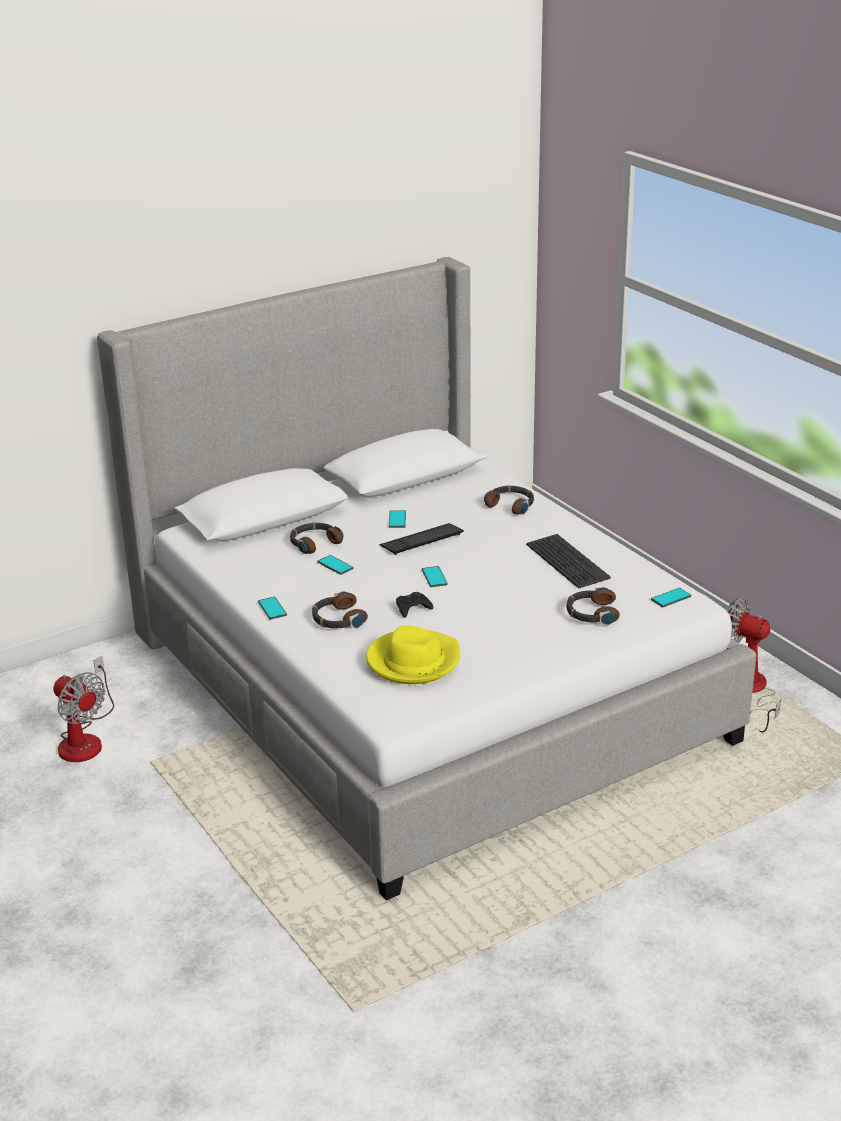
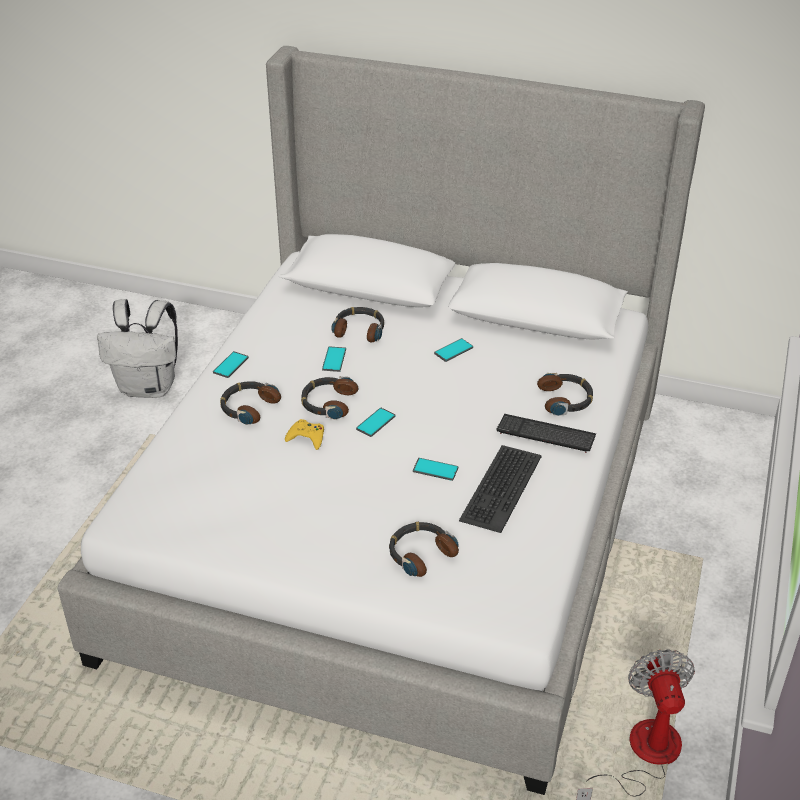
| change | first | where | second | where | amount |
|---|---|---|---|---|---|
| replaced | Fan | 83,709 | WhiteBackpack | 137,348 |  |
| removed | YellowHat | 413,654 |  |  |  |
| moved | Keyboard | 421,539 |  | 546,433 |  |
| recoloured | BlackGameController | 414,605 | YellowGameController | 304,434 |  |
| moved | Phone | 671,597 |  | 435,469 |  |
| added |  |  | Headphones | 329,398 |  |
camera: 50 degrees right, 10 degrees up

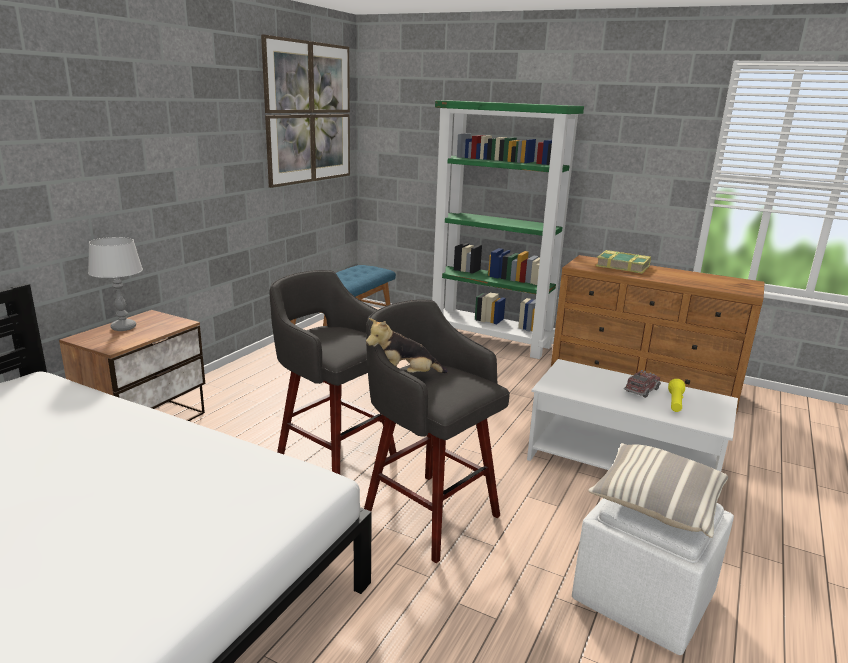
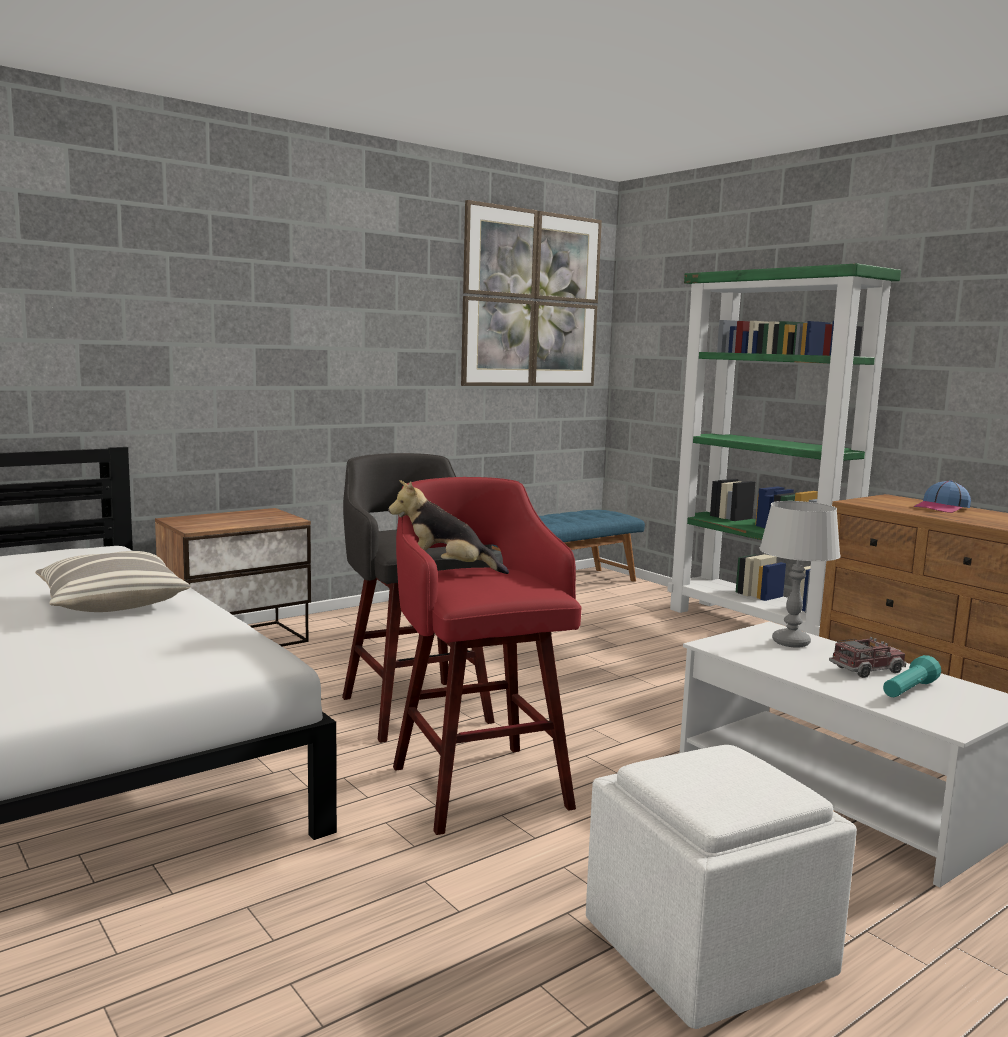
| change | first | where | second | where | amount |
|---|---|---|---|---|---|
| moved | GreyTableLamp | 115,284 |  | 800,574 |  |
| recoloured | GreyStool | 437,431 | RedStool | 487,656 |  |
| moved | Pillow | 658,490 |  | 113,581 |  |
| replaced | Book | 623,262 | Cap | 942,496 |  |
| recoloured | YellowFlashlight | 676,395 | TurquoiseFlashlight | 912,676 |  |
camera: 25 degrees right, 10 degrees down

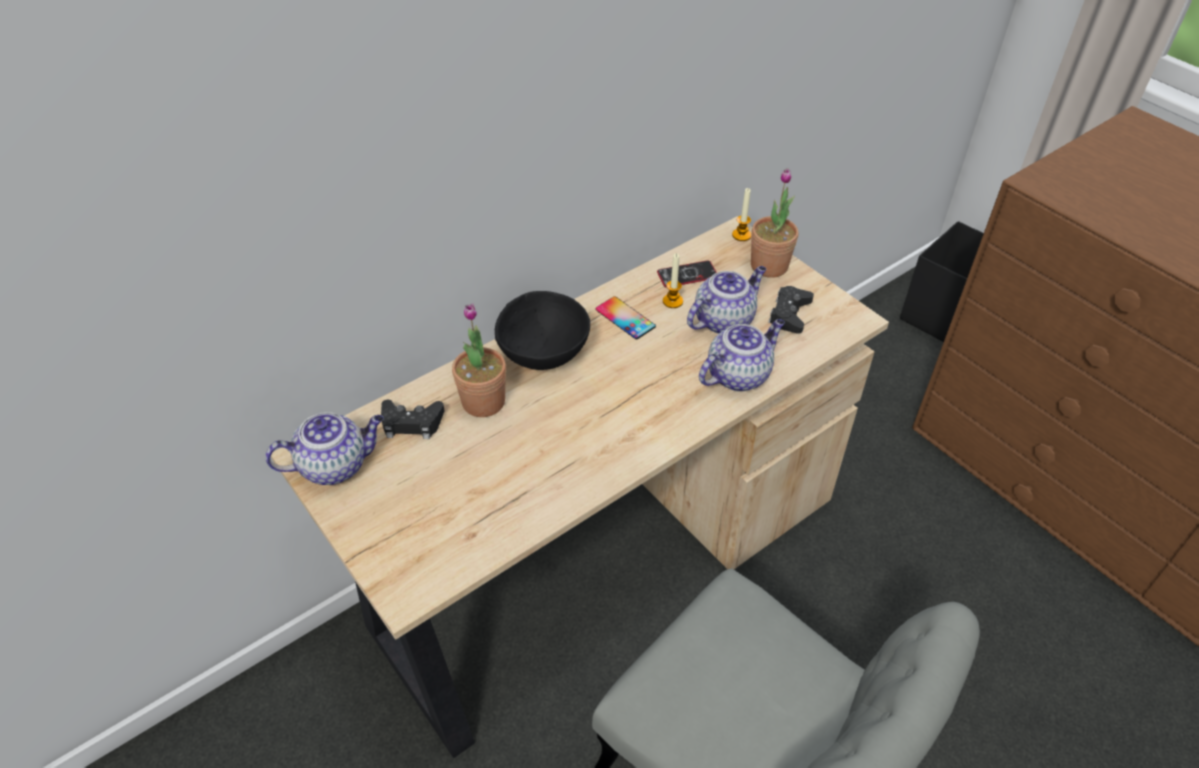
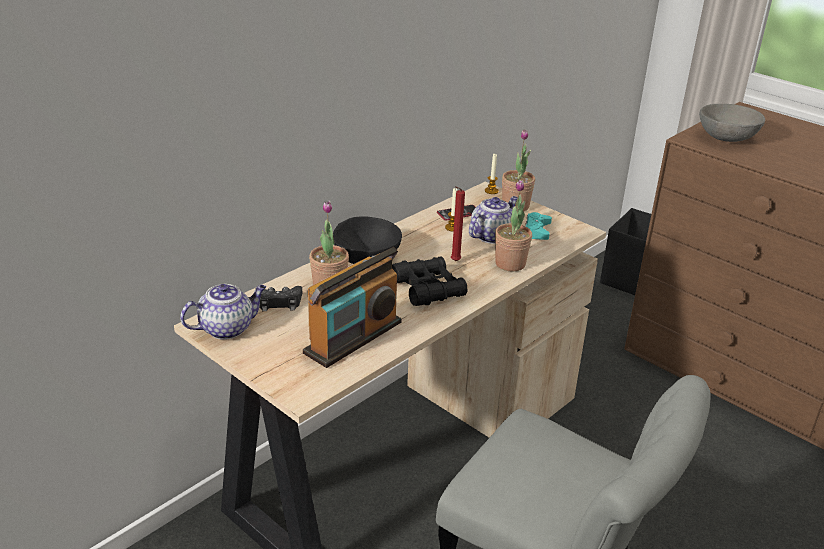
| change | first | where | second | where | amount |
|---|---|---|---|---|---|
| removed | Phone | 626,317 |  |  |  |
| replaced | Teapot | 742,355 | PottedPlant | 513,226 |  |
| recoloured | BlackGameController | 791,310 | TurquoiseGameController | 538,226 |  |
| added |  |  | Radio | 352,307 |  |
| added |  |  | BlackBinoculars | 430,281 |  |
| added |  |  | RedCandle | 458,223 |  |
| added |  |  | GreyBowl | 732,123 |  |
camera: 10 degrees left, 15 degrees down

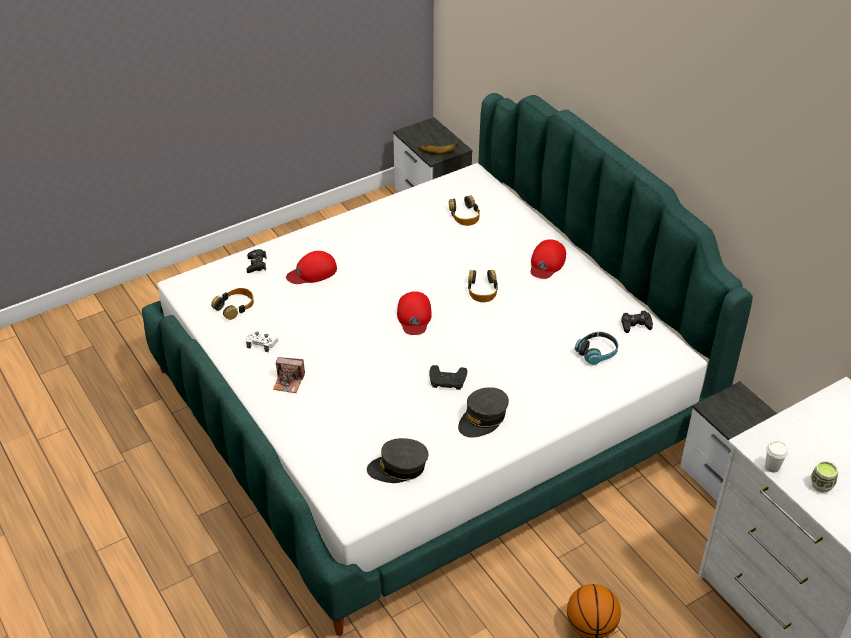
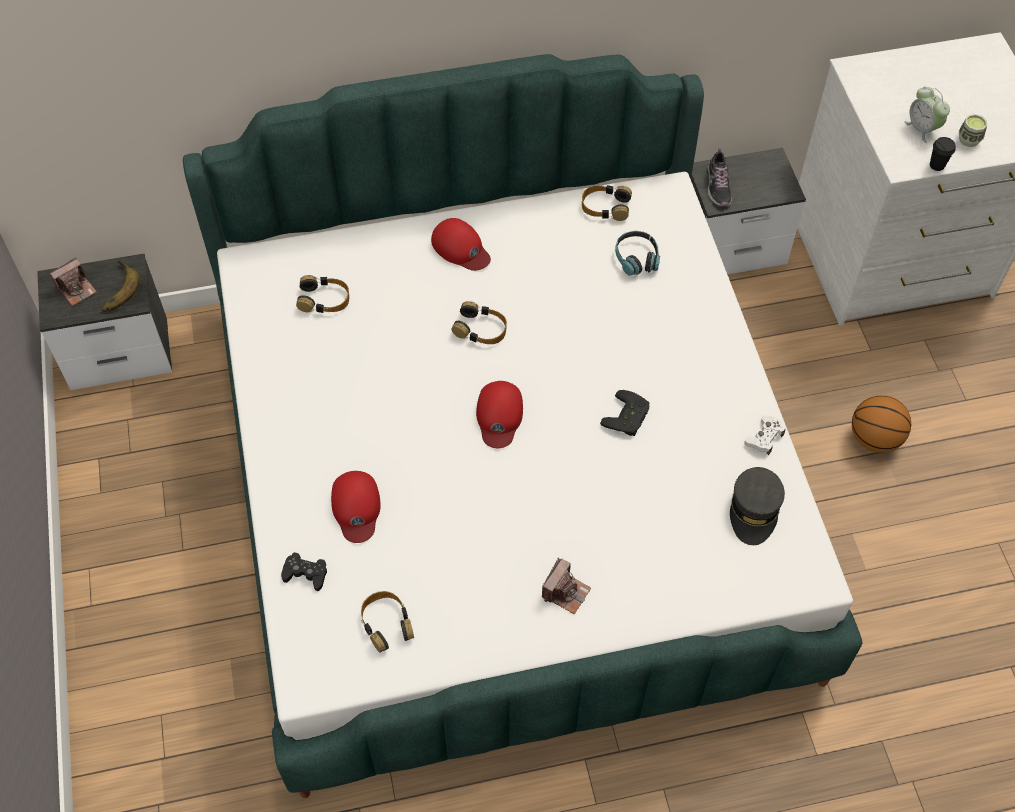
| change | first | where | second | where | amount |
|---|---|---|---|---|---|
| moved | WhiteGameController | 262,341 |  | 765,435 |  |
| turned | RedCap | 414,313 |  | 499,414 | 75 degrees clockwise |
| removed | GreyCap | 483,412 |  |  |  |
| replaced | BlackGameController | 637,321 | Headphones | 607,203 |  |
| recoloured | WhiteCup | 776,457 | BlackCup | 943,154 |  |
| added |  |  | PhotoCamera | 73,282 |  |
| added |  |  | Shoe | 719,177 |  |
| added |  |  | AlarmClock | 927,114 |  |
camera: 70 degrees left, 15 degrees up

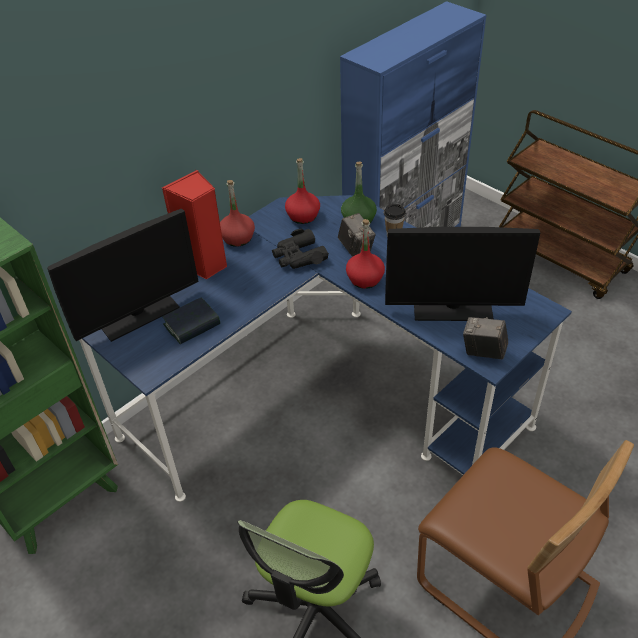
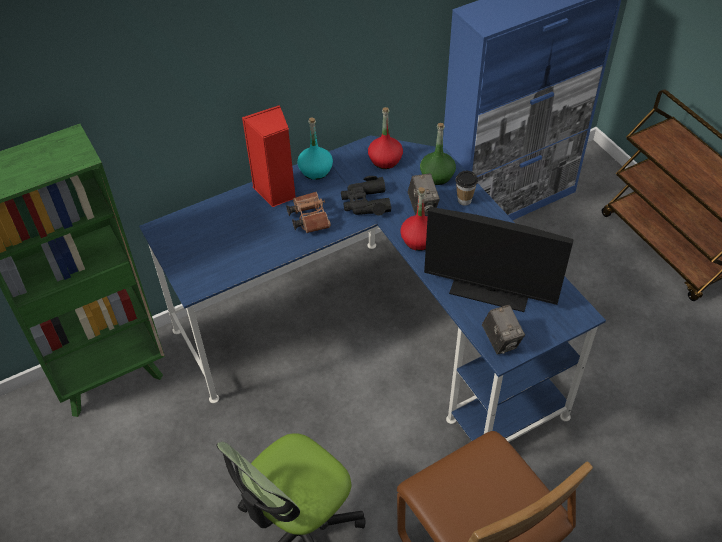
| change | first | where | second | where | amount |
|---|---|---|---|---|---|
| removed | Monitor | 123,275 |  |  |  |
| removed | Book | 191,320 |  |  |  |
| recoloured | RedBottle | 237,213 | TurquoiseBottle | 315,148 |  |
| turned | PhotoCamera | 485,338 |  | 503,330 | 150 degrees counterclockwise |
| added |  |  | BrownBinoculars | 308,212 |  |
camera: 15 degrees right, 5 degrees up

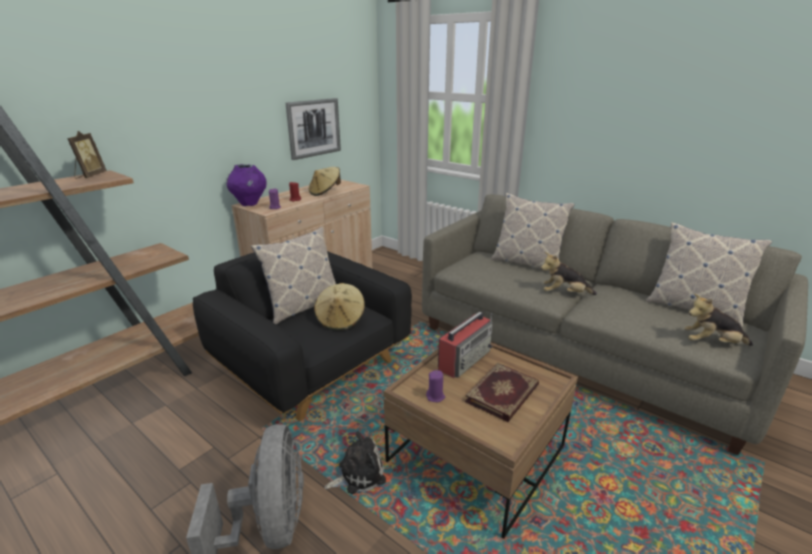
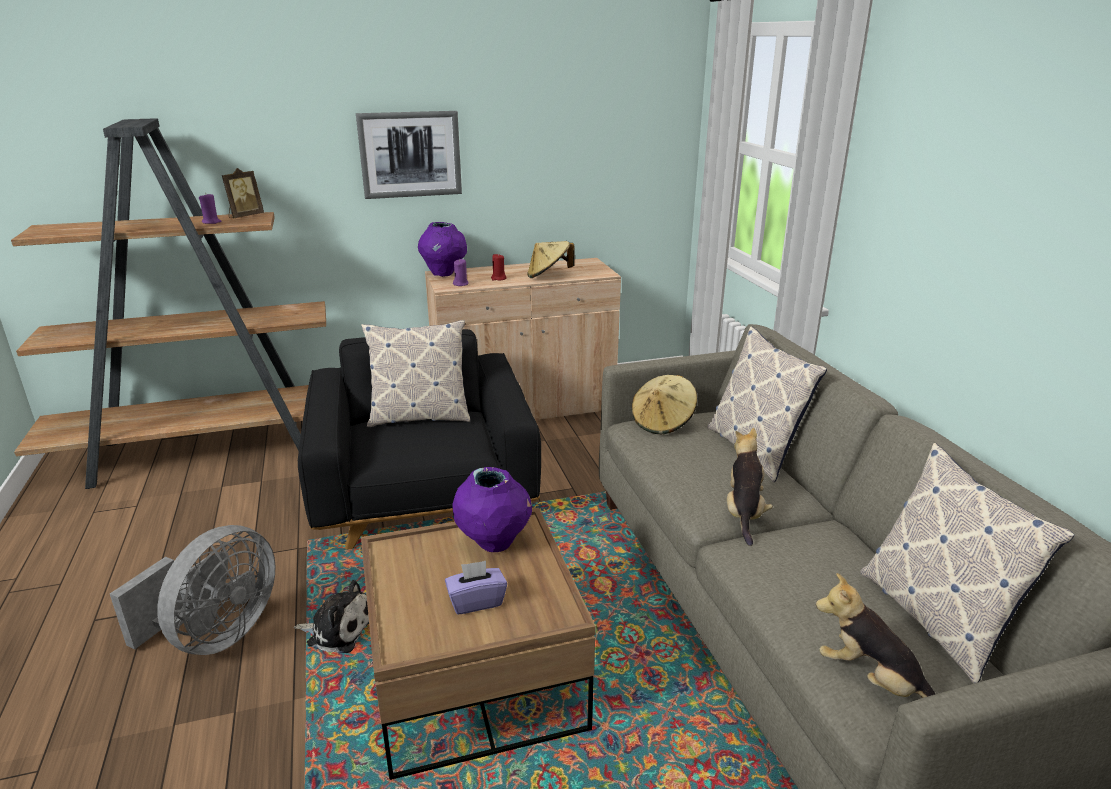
| change | first | where | second | where | amount |
|---|---|---|---|---|---|
| moved | Picture | 313,129 |  | 409,155 |  |
| moved | BeigeHat | 339,307 |  | 664,404 |  |
| moved | PurpleCandle | 435,386 |  | 210,208 |  |
| replaced | Radio | 465,345 | PurpleVase | 492,509 |  |
| replaced | Book | 502,392 | PurpleTissueBox | 476,587 |  |
| turned | PlushToy | 569,273 |  | 750,487 | 60 degrees clockwise |
camera: 35 degrees right, 0 degrees up

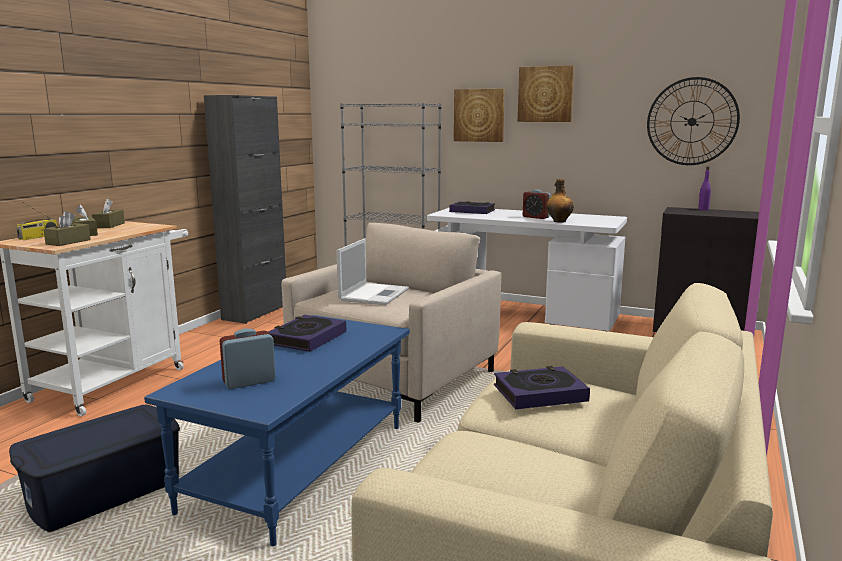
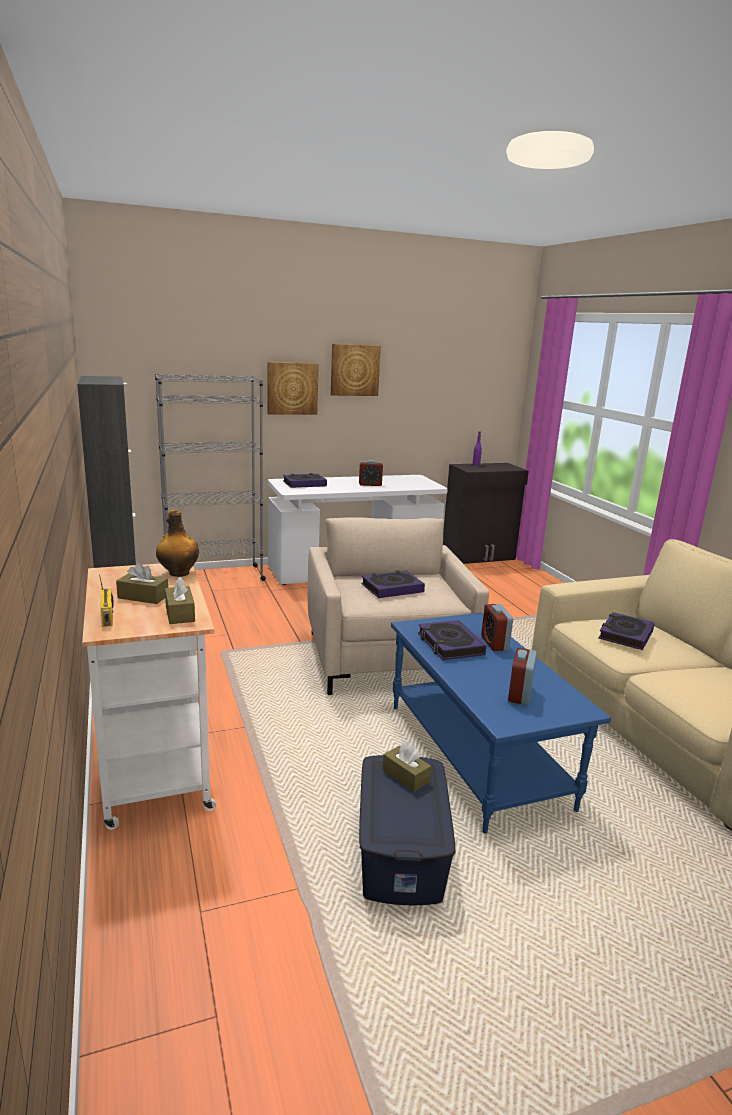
| change | first | where | second | where | amount |
|---|---|---|---|---|---|
| moved | BrownTissueBox | 108,213 |  | 406,767 |  |
| replaced | Laptop | 373,271 | Book | 393,584 |  |
| moved | Bottle | 560,201 |  | 177,543 |  |
| removed | WallClock | 693,121 |  |  |  |
| added |  |  | AlarmClock | 497,627 |  |
camera: 45 degrees left, 5 degrees up

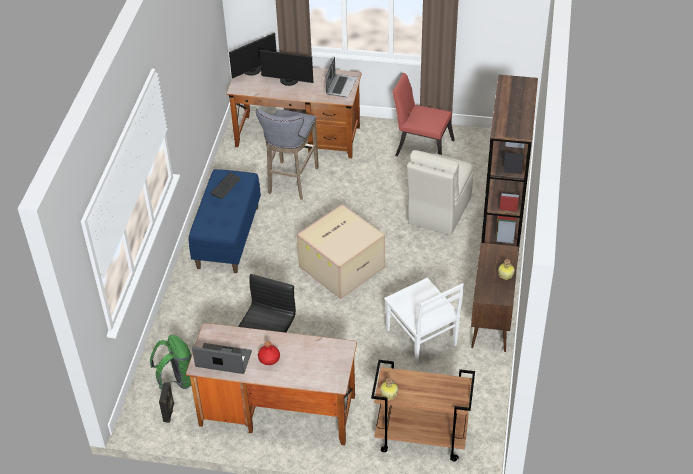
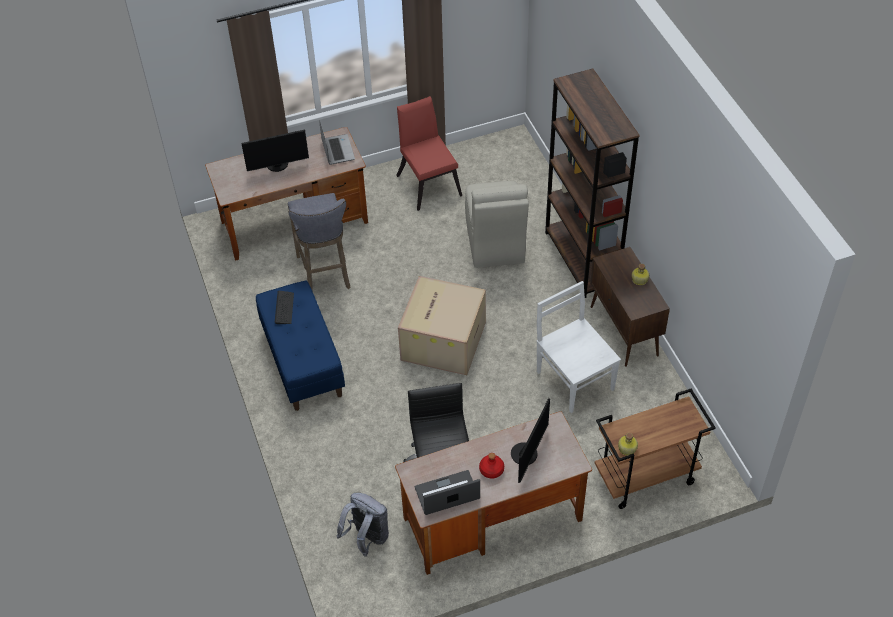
| change | first | where | second | where | amount |
|---|---|---|---|---|---|
| recoloured | GreenBackpack | 171,362 | GreyBackpack | 362,525 |  |
| removed | BlackSpeaker | 166,402 |  |  |  |
| moved | Monitor | 253,55 |  | 530,440 |  |
| turned | WhiteChair | 424,322 |  | 578,347 | 150 degrees counterclockwise |
| turned | RedChair | 424,114 |  | 429,153 | 75 degrees clockwise |
camera: 30 degrees left, 5 degrees up

